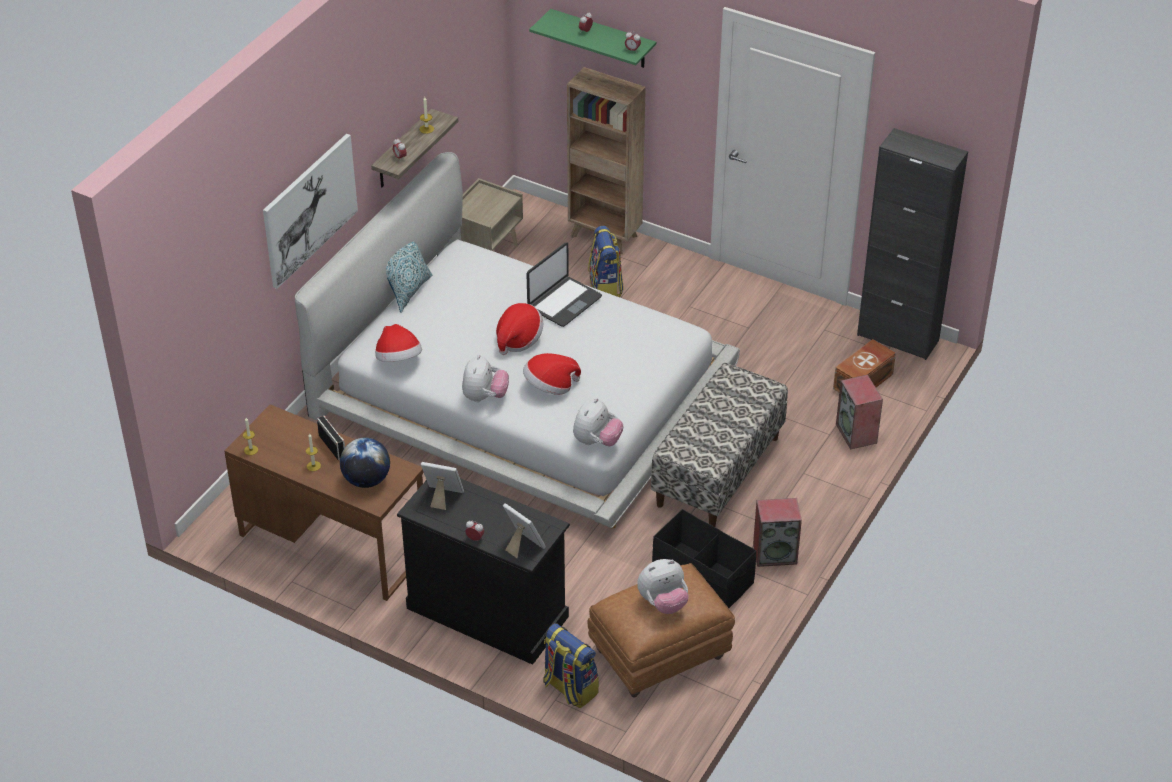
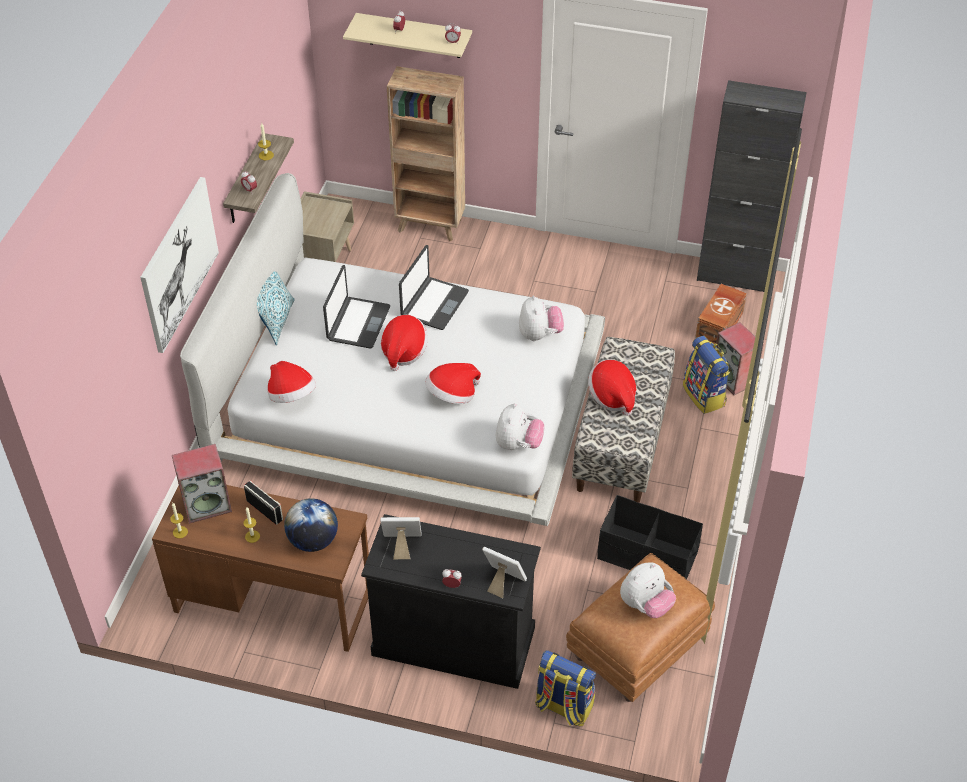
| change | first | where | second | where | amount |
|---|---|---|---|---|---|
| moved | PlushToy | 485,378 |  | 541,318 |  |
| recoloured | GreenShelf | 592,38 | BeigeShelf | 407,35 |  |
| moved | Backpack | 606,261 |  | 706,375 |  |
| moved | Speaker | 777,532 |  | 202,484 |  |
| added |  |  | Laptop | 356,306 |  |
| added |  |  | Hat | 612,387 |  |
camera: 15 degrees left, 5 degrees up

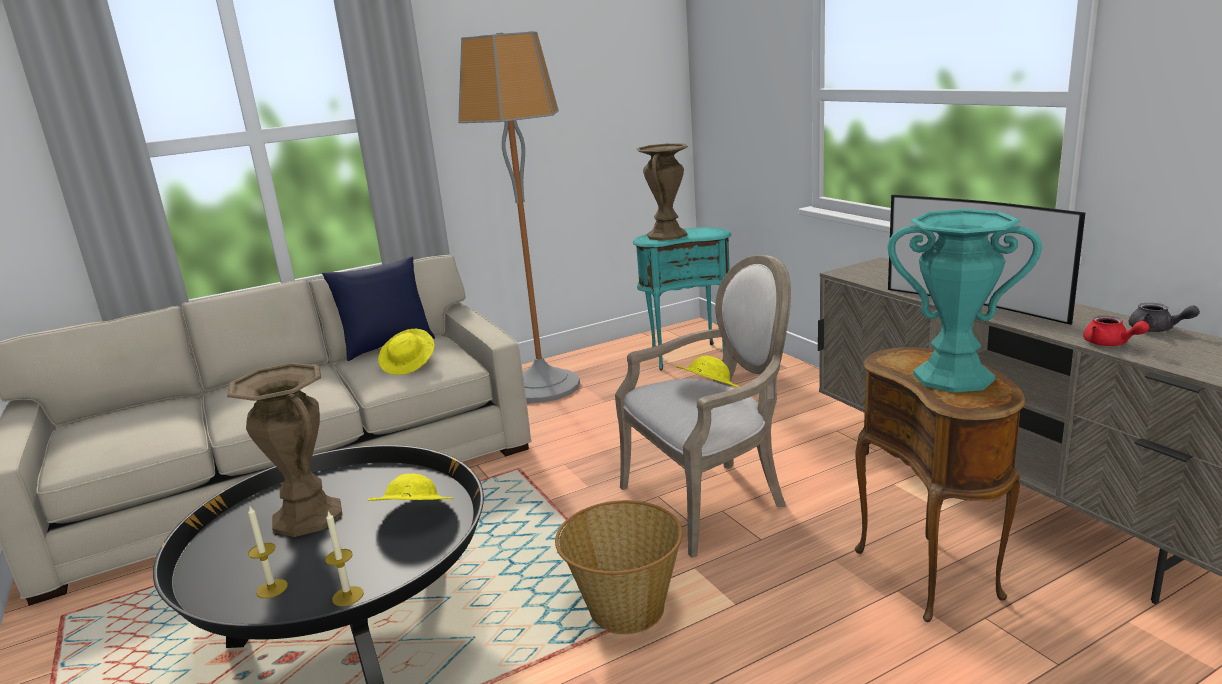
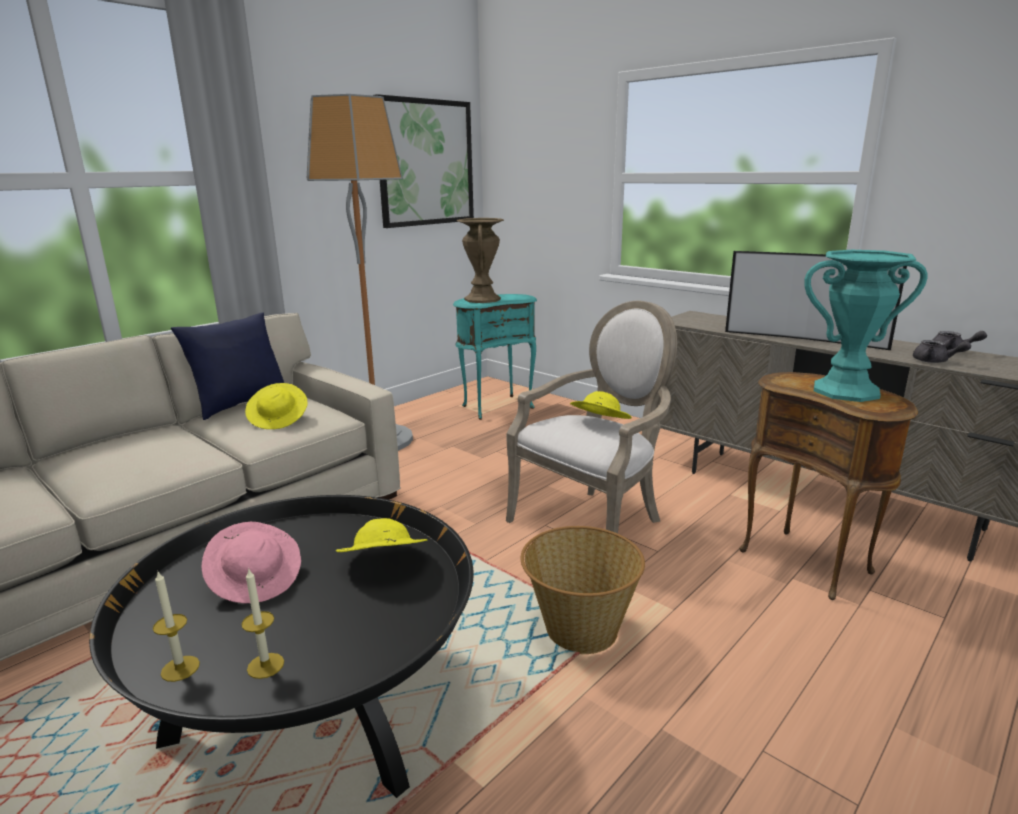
| change | first | where | second | where | amount |
|---|---|---|---|---|---|
| replaced | BrownVase | 284,450 | PinkHat | 251,562 |  |
| moved | Candle | 344,558 |  | 176,627 |  |
| recoloured | RedTeapot | 1116,331 | GreyTeapot | 942,351 |  |
| added |  |  | Picture | 424,161 |  |
camera: 20 degrees left, 0 degrees up

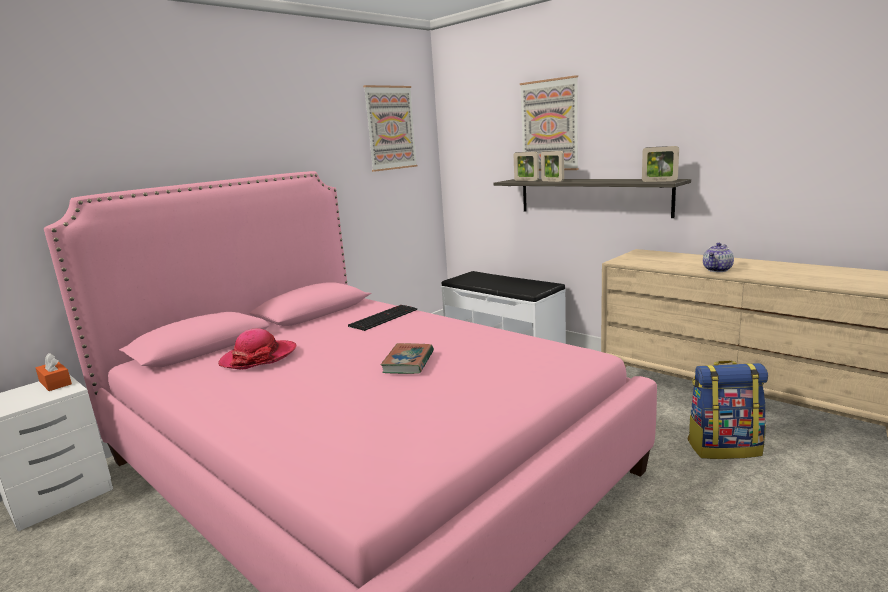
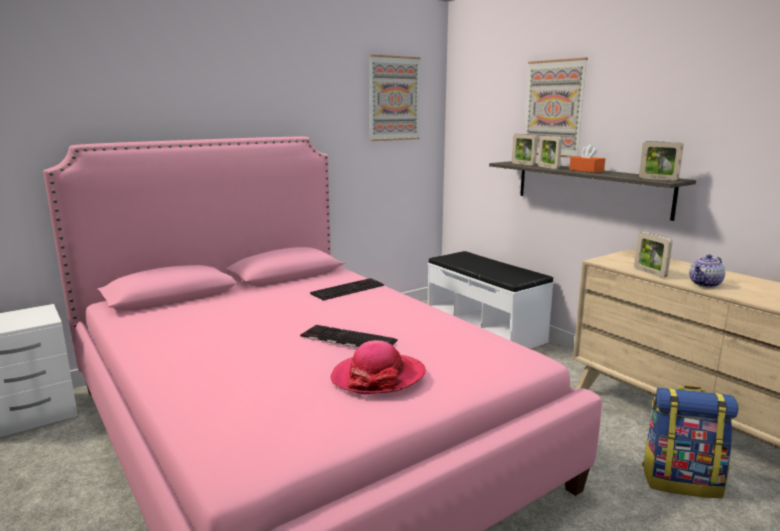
| change | first | where | second | where | amount |
|---|---|---|---|---|---|
| moved | OrangeTissueBox | 54,372 |  | 587,159 |  |
| moved | Hat | 257,348 |  | 378,367 |  |
| replaced | Book | 407,358 | Keyboard | 349,336 |  |
| added |  |  | PictureFrame | 653,255 |  |
camera: 10 degrees right, 0 degrees up

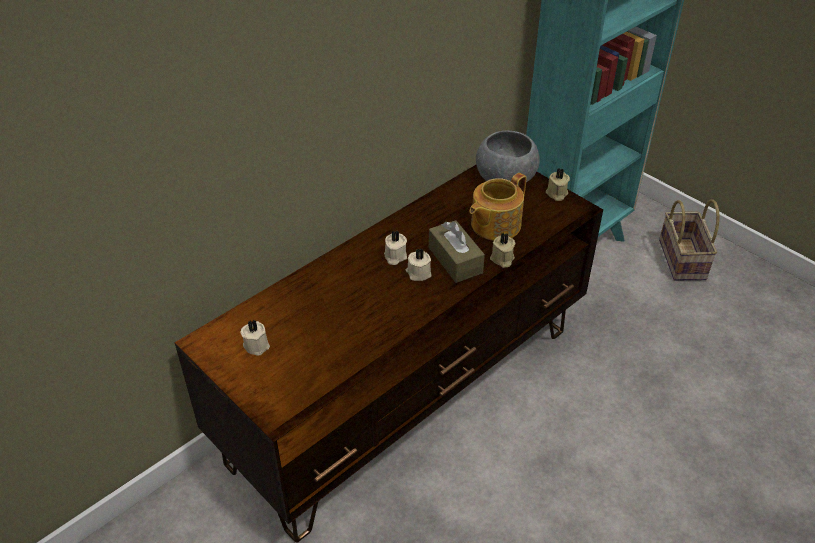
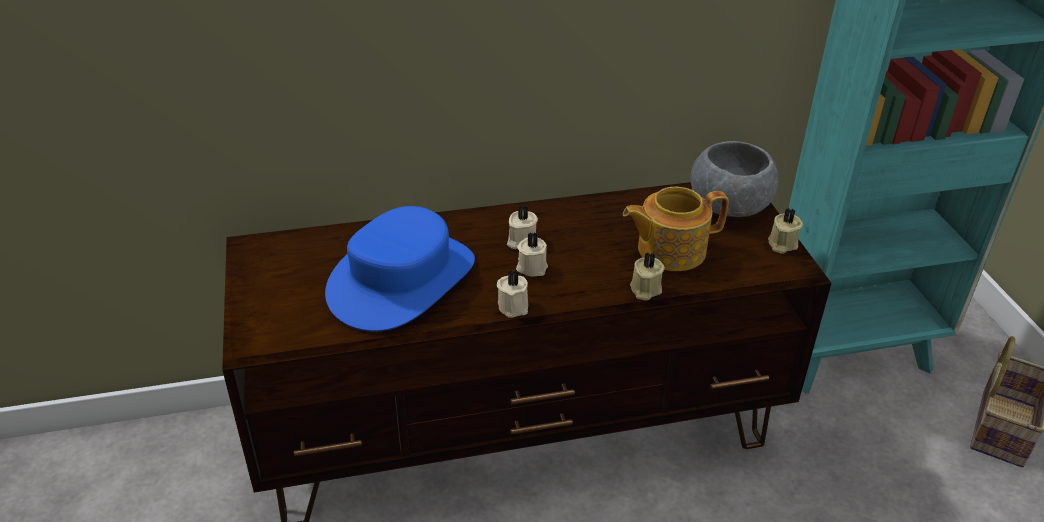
| change | first | where | second | where | amount |
|---|---|---|---|---|---|
| moved | BeigeCandle | 255,337 |  | 512,293 |  |
| removed | BrownTissueBox | 457,251 |  |  |  |
| added |  |  | BlueHat | 400,268 |  |
camera: 30 degrees right, 5 degrees down

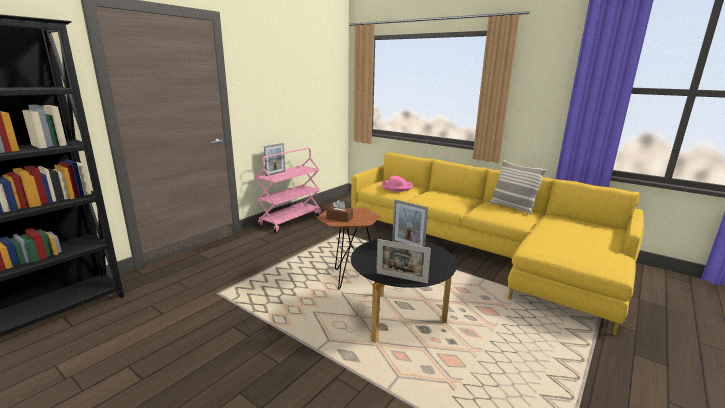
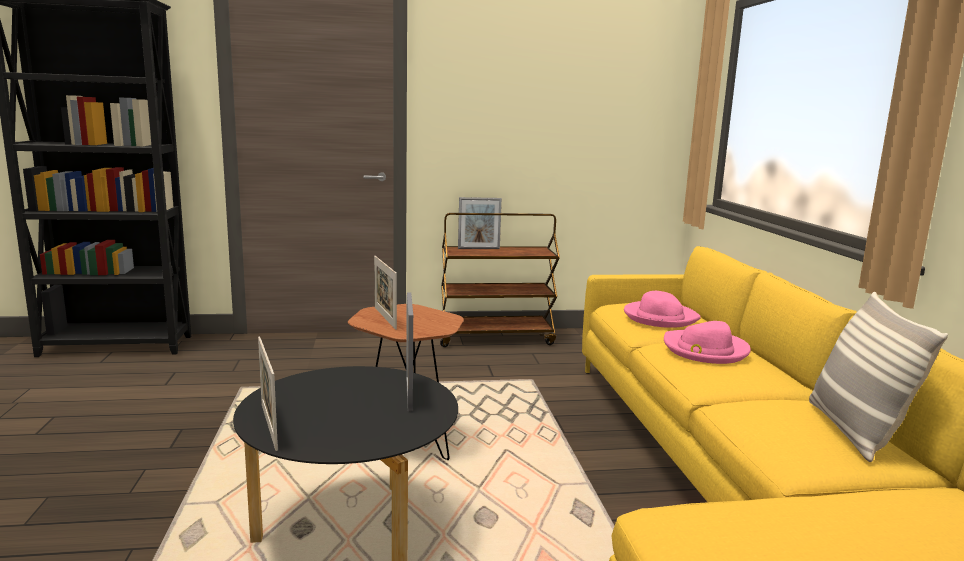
| change | first | where | second | where | amount |
|---|---|---|---|---|---|
| recoloured | PinkCart | 288,190 | BrownCart | 500,280 |  |
| replaced | BrownTissueBox | 339,211 | PictureFrame | 385,293 |  |
| added |  |  | PinkHat | 707,342 |  |
camera: 45 degrees right, 5 degrees down

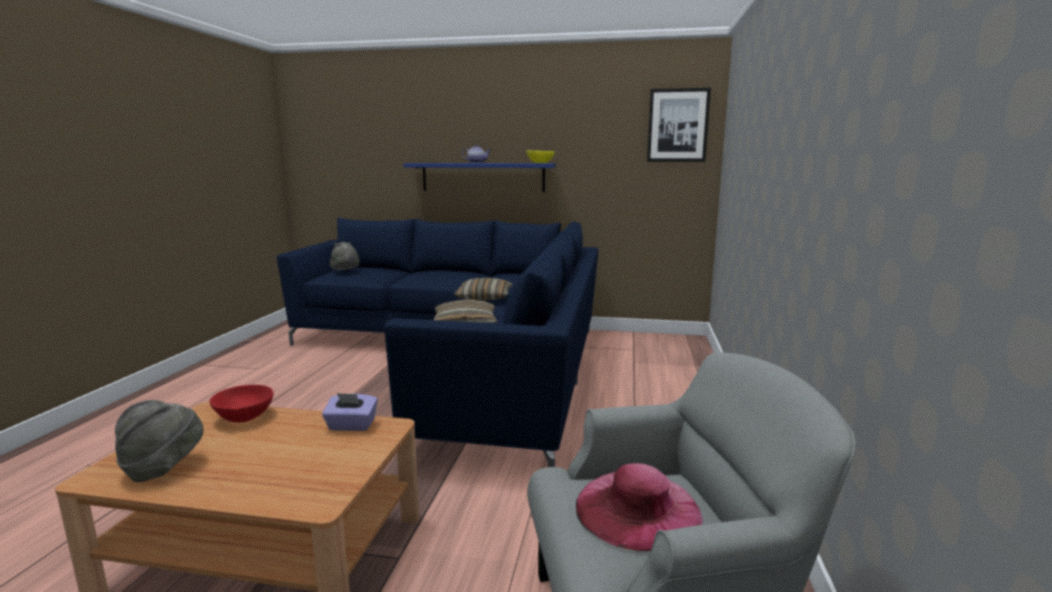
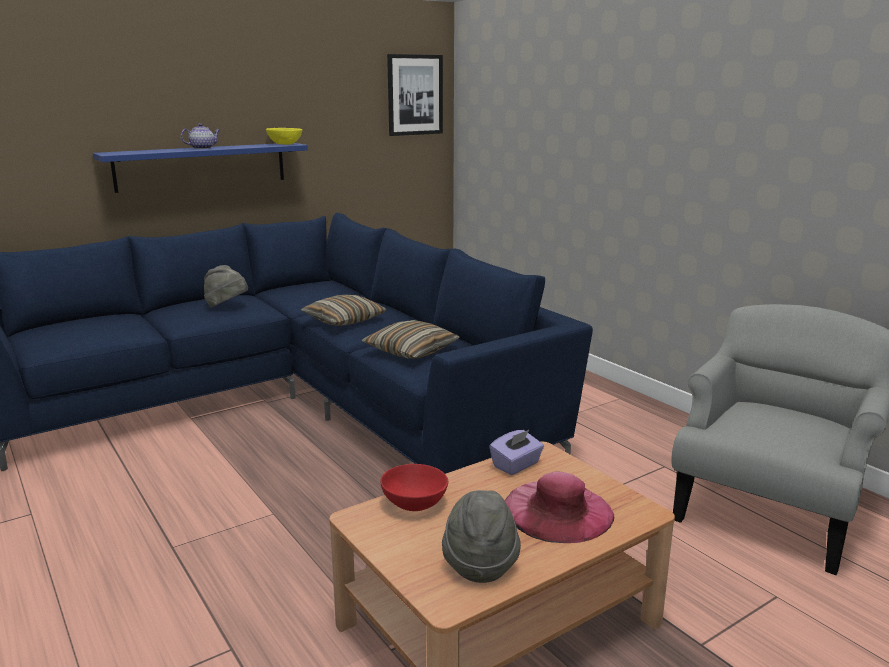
| change | first | where | second | where | amount |
|---|---|---|---|---|---|
| moved | GreyHat | 344,256 |  | 226,286 |  |
| moved | PinkHat | 639,507 |  | 559,507 |  |
camera: 45 degrees left, 5 degrees up

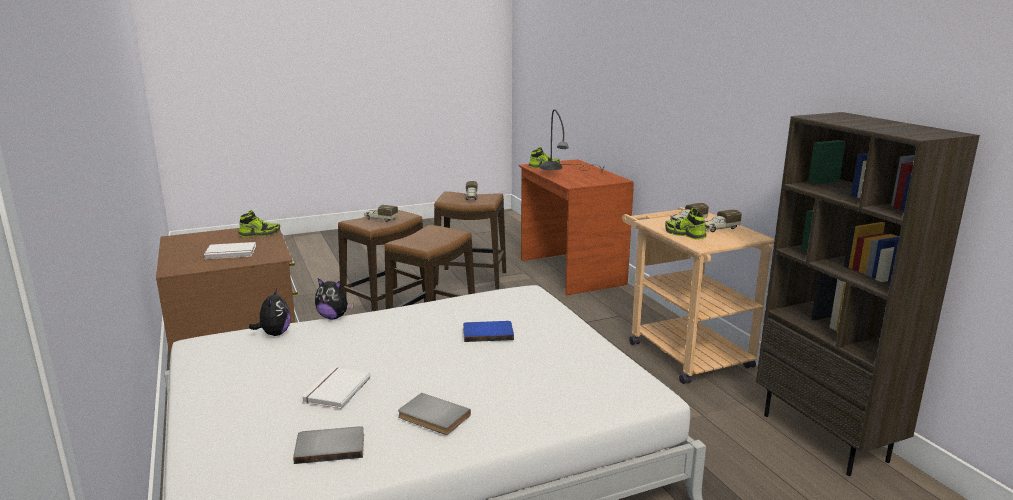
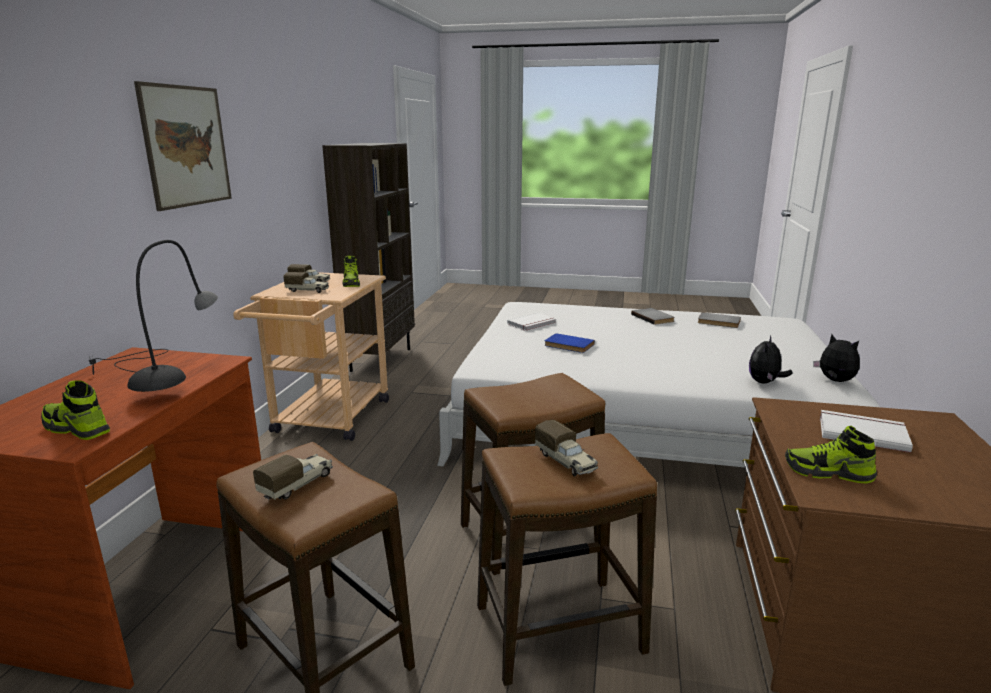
| change | first | where | second | where | amount |
|---|---|---|---|---|---|
| moved | WhiteBook | 336,388 |  | 531,322 |  |
| moved | PlushToy | 334,298 |  | 836,358 |  |
| added |  |  | Picture | 183,146 |  |
camera: 145 degrees left, 0 degrees up

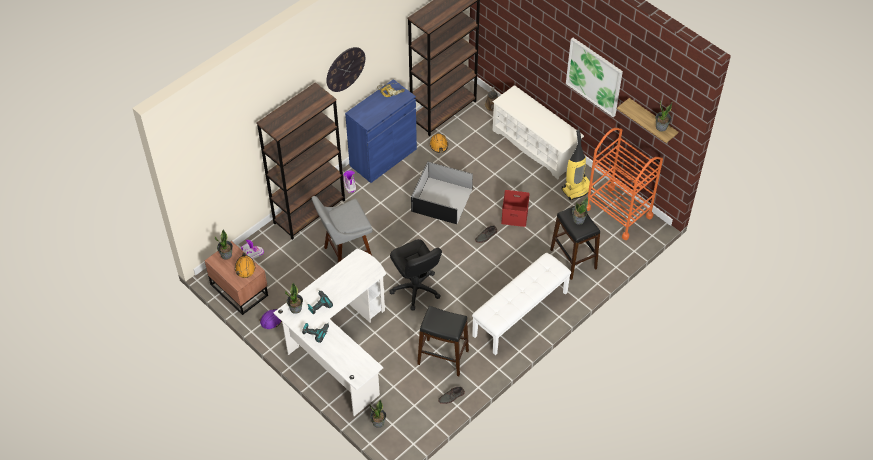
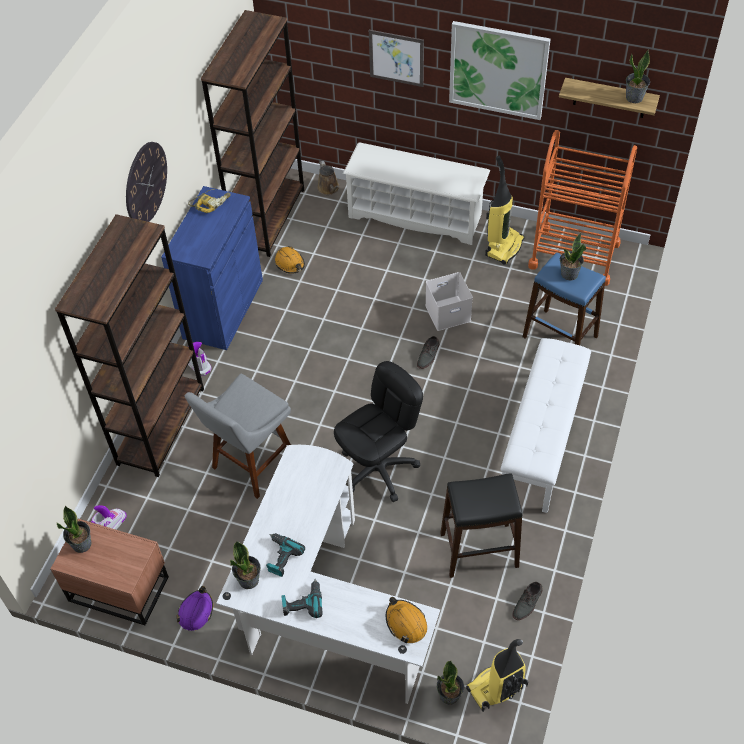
| change | first | where | second | where | amount |
|---|---|---|---|---|---|
| moved | OrangeHardHat | 245,265 |  | 406,620 |  |
| turned | BlackOfficeChair | 415,274 |  | 378,431 | 75 degrees counterclockwise |
| removed | BlackStorageBox | 442,192 |  |  |  |
| recoloured | RedStorageBox | 515,208 | WhiteStorageBox | 449,301 |  |
| recoloured | BlackStool | 575,242 | BlueStool | 564,299 |  |
| added |  |  | Picture | 396,58 |  |
| added |  |  | VacuumCleaner | 497,675 |  |
camera: 25 degrees left, 0 degrees up

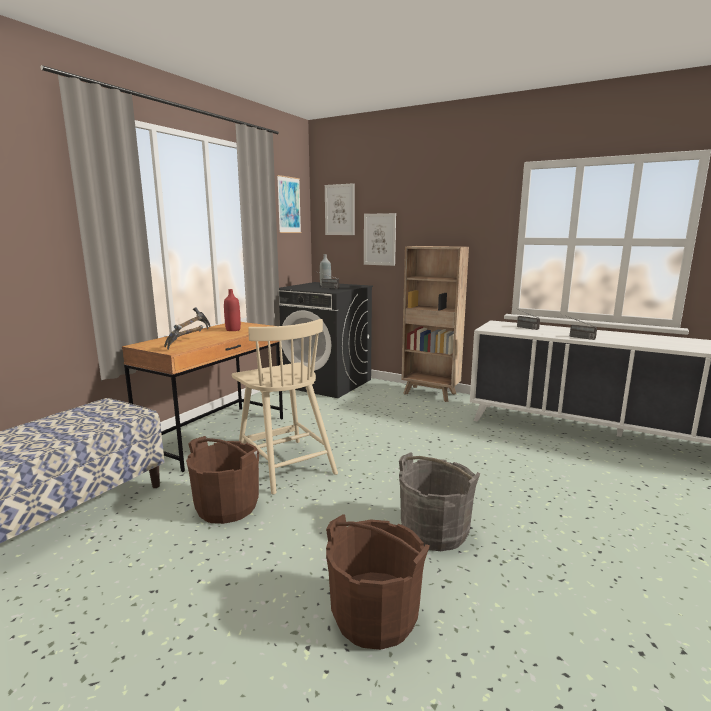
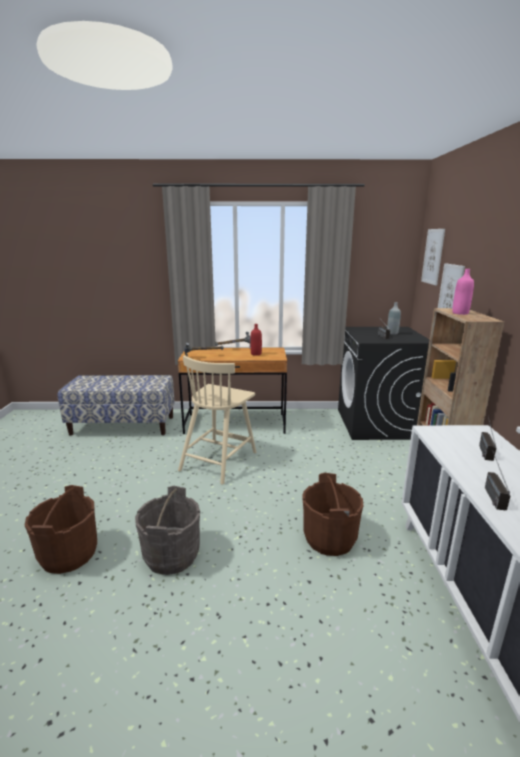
| change | first | where | second | where | amount |
|---|---|---|---|---|---|
| moved | BrownBucket | 222,480 |  | 332,514 |  |
| removed | Picture | 289,204 |  |  |  |
| added |  |  | PinkBottle | 463,292 |  |
camera: 60 degrees right, 5 degrees up

